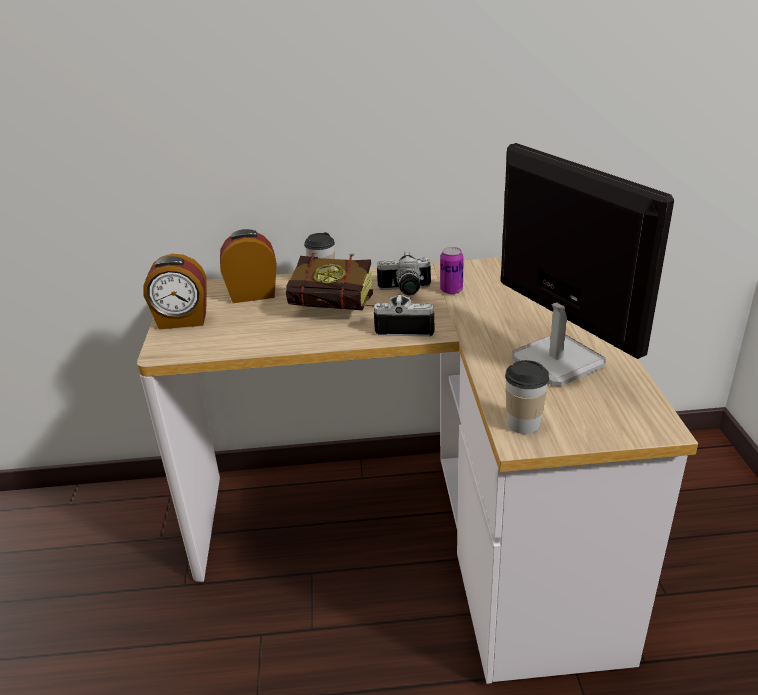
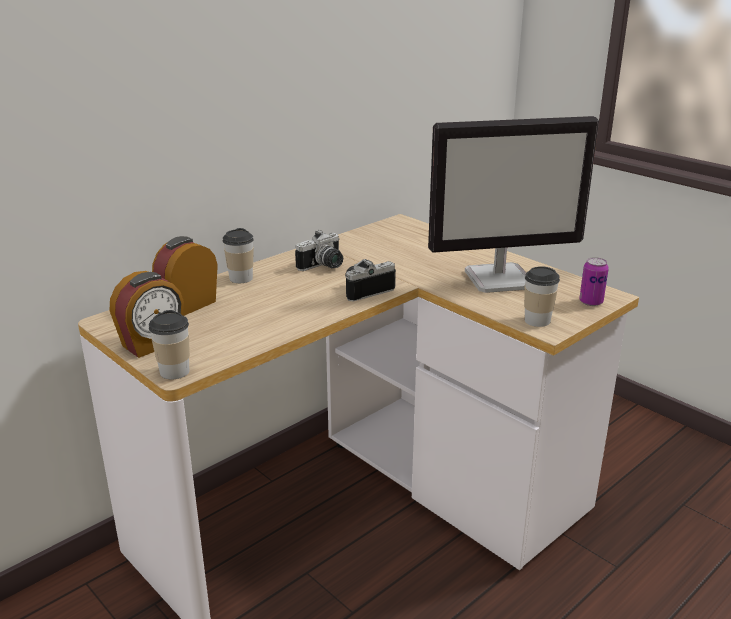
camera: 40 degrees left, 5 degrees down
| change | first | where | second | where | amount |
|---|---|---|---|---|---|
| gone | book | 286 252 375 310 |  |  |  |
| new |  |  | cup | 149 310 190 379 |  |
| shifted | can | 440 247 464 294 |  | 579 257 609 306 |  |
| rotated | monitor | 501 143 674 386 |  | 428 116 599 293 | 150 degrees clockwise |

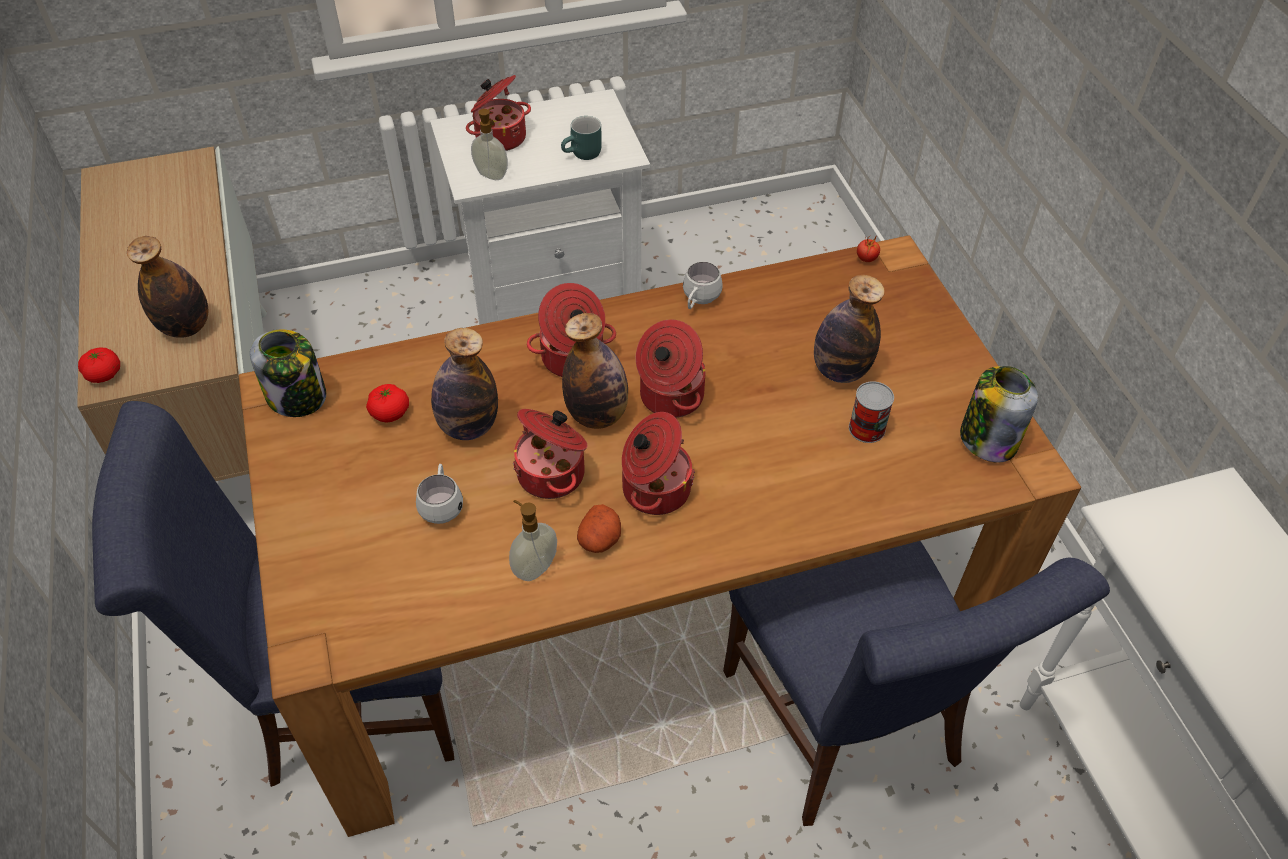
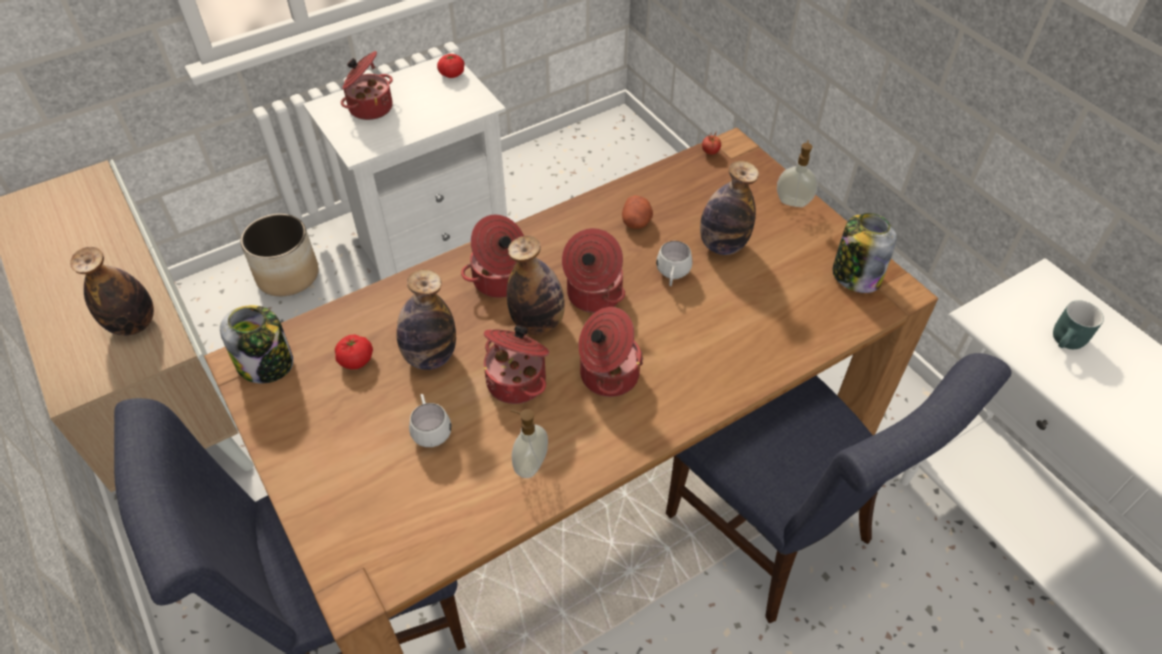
camera: 15 degrees left, 0 degrees up
| change | first | where | second | where | amount |
|---|---|---|---|---|---|
| gone | can | 849 381 894 443 |  |  |  |
| new |  |  | planter | 240 214 319 296 |  |
| shifted | tomato | 78 348 120 383 |  | 437 54 465 78 |  |
| shifted | soap_dispenser | 471 107 508 180 |  | 777 140 818 207 |  |
| shifted | turquoise_mug | 561 116 602 160 |  | 1053 300 1104 349 |  |
| shifted | potato | 577 504 621 553 |  | 622 195 653 229 |  |
| shifted | white_mug | 683 262 723 309 |  | 656 241 692 286 |  |

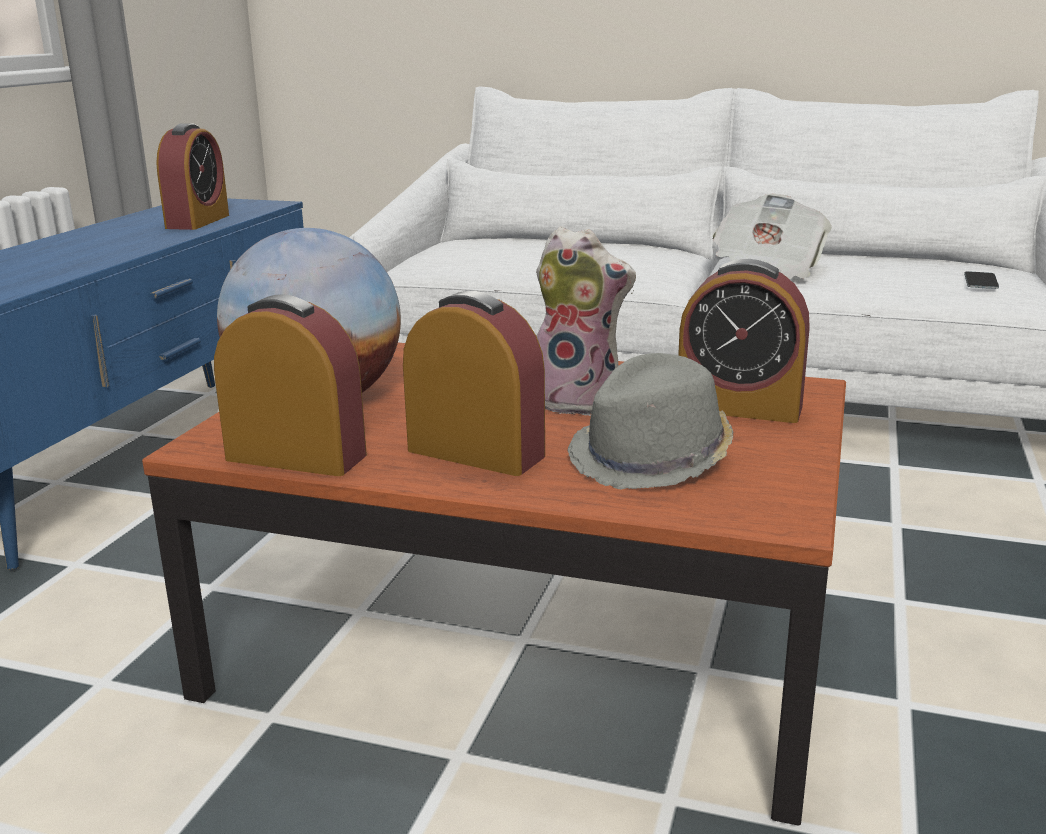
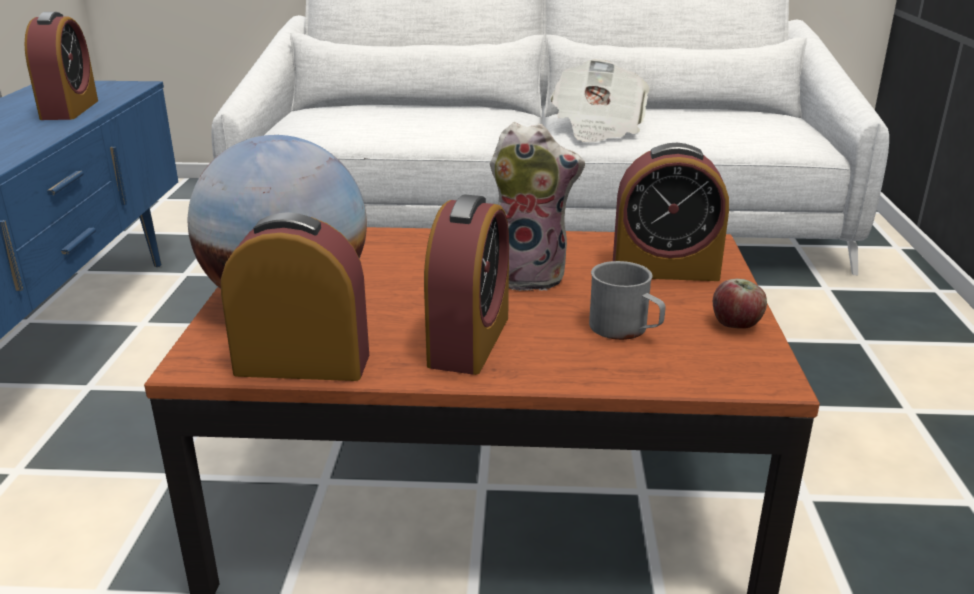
camera: 15 degrees left, 5 degrees up
| change | first | where | second | where | amount |
|---|---|---|---|---|---|
| gone | phone | 964 271 999 289 |  |  |  |
| new |  |  | apple | 713 279 767 329 |  |
| swapped | grey_hat | 567 353 733 489 | grey_mug | 589 261 665 340 |  |
| rotated | alarm_clock | 403 291 545 476 |  | 424 194 509 375 | 90 degrees clockwise |

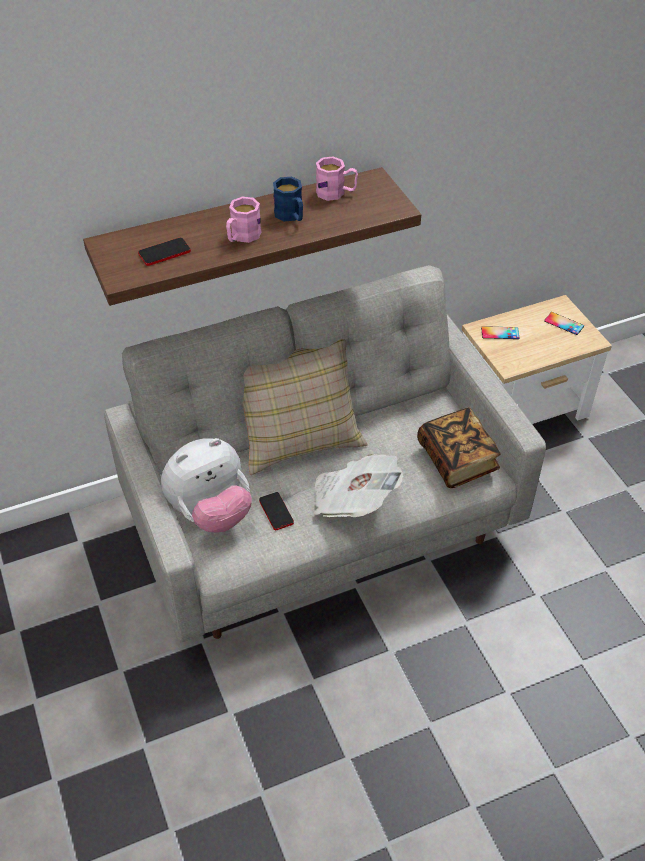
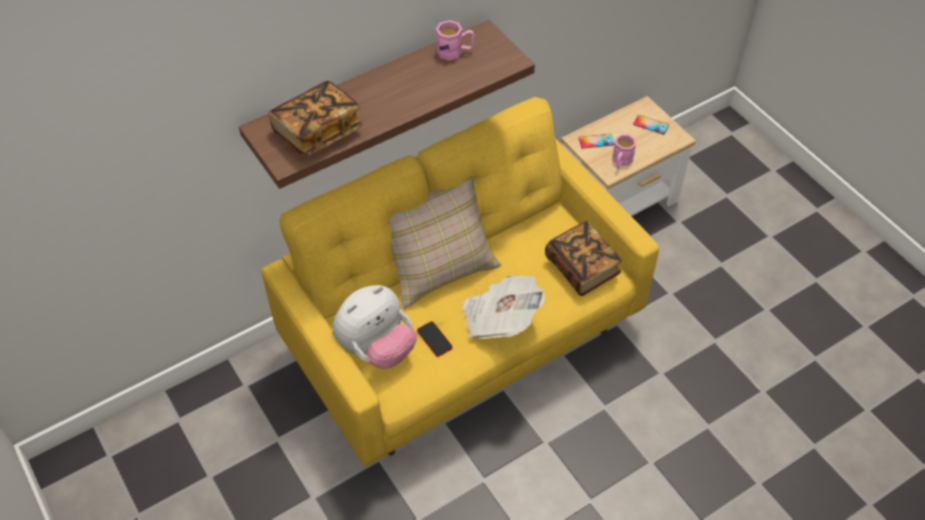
camera: 10 degrees left, 5 degrees up
| change | first | where | second | where | amount |
|---|---|---|---|---|---|
| gone | blue_mug | 273 177 303 221 |  |  |  |
| shifted | pink_mug | 226 197 261 243 |  | 612 134 636 168 |  |
| swapped | phone | 138 238 191 266 | book | 268 81 362 157 |  |
| repainted | grey_sofa | 104 265 546 642 | yellow_sofa | 261 97 659 466 |  |

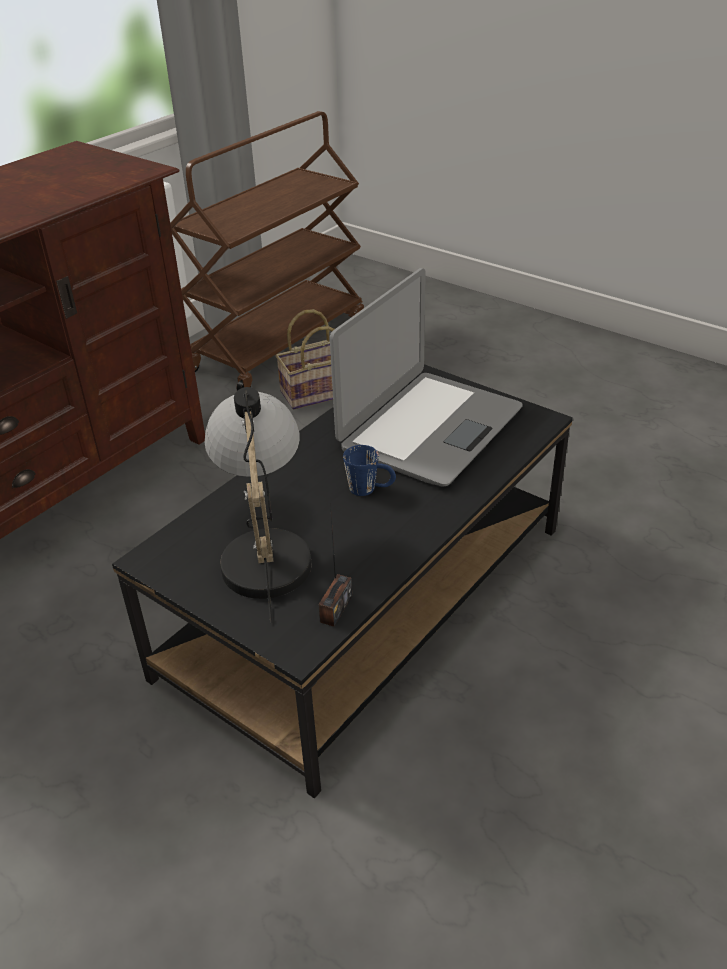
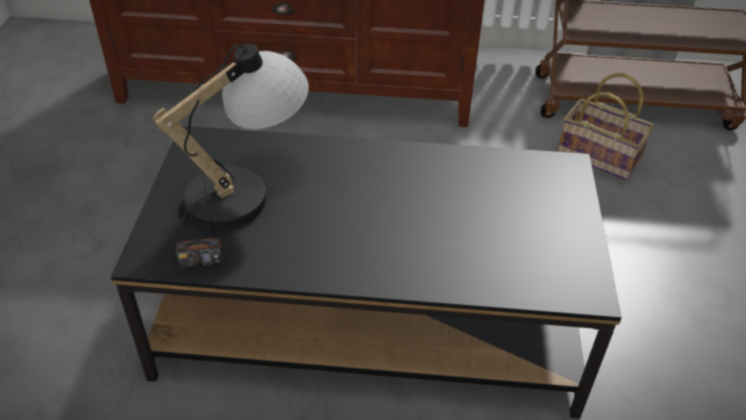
camera: 55 degrees right, 5 degrees up
| change | first | where | second | where | amount |
|---|---|---|---|---|---|
| gone | laptop | 330 268 523 486 |  |  |  |
| gone | blue_mug | 343 445 396 496 |  |  |  |

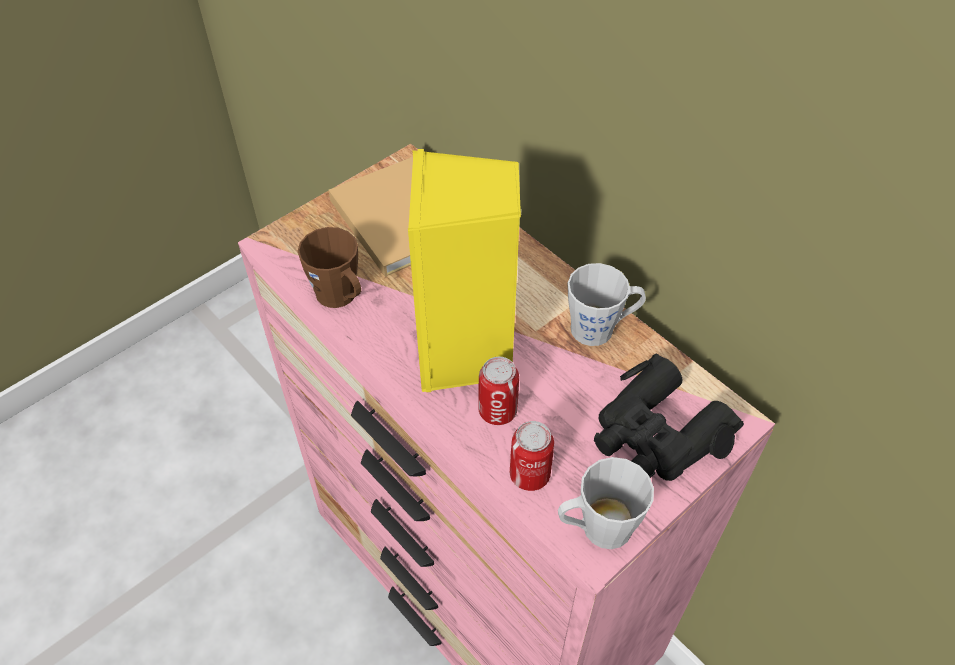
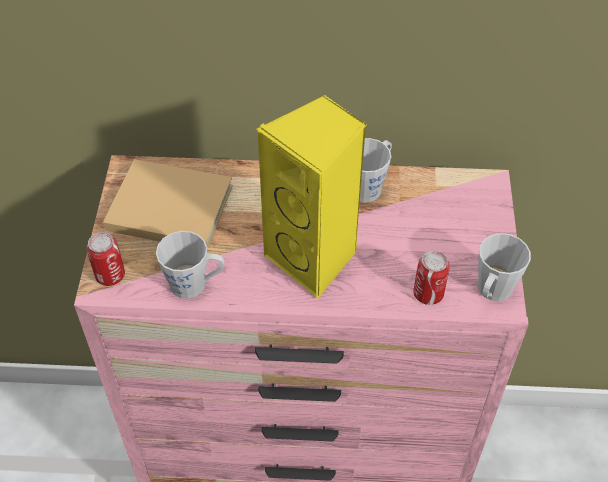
camera: 45 degrees left, 0 degrees up
| change | first | where | second | where | amount |
|---|---|---|---|---|---|
| gone | black_binoculars | 594 353 744 481 |  |  |  |
| shifted | can | 478 357 519 425 |  | 87 232 125 286 |  |
| repainted | brown_mug | 298 227 361 308 | grey_mug | 156 231 224 299 |  |

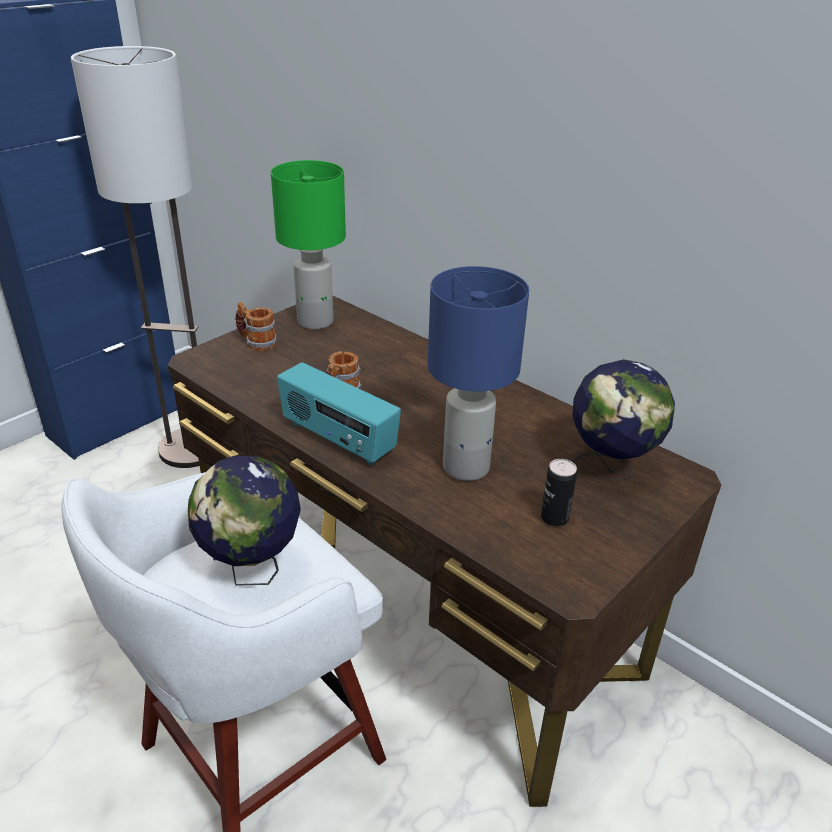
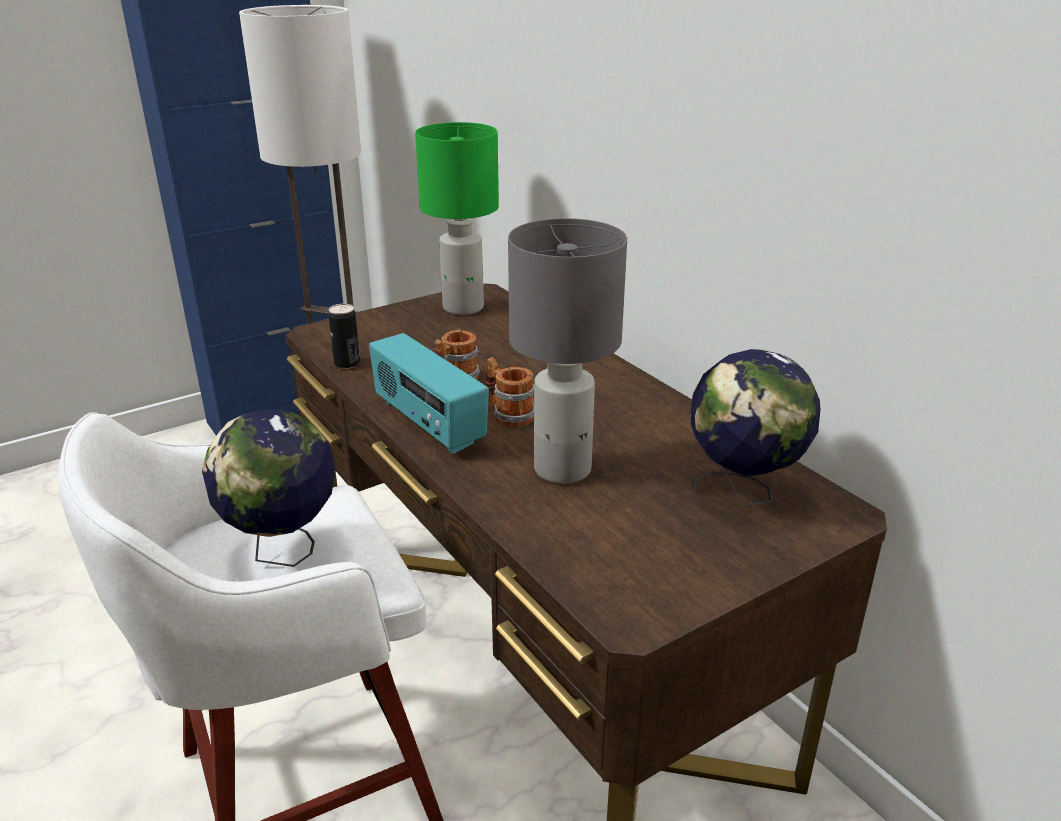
camera: 15 degrees right, 5 degrees down
| change | first | where | second | where | amount |
|---|---|---|---|---|---|
| shifted | mug | 235 302 277 351 |  | 483 357 534 427 |  |
| shifted | can | 541 459 577 526 |  | 328 304 360 369 |  |
| repainted | blue_table_lamp | 428 266 529 481 | grey_table_lamp | 508 218 627 484 |  |

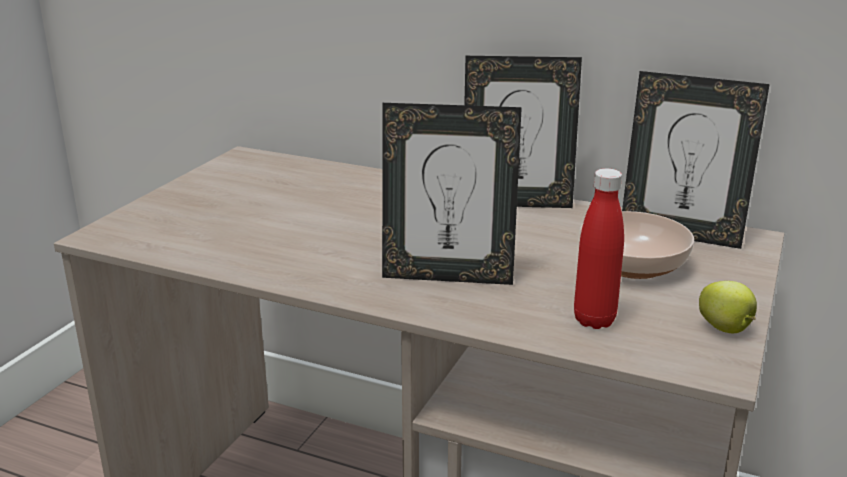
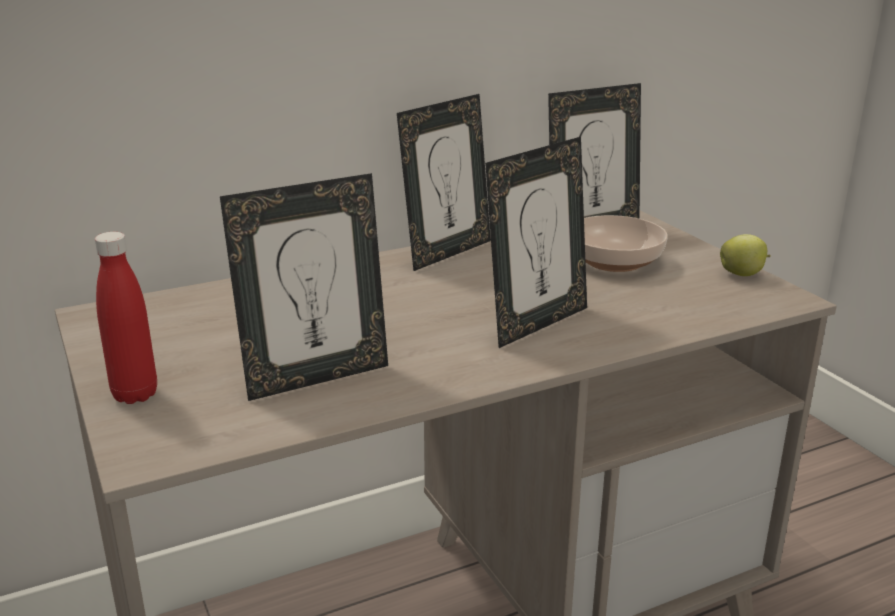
camera: 50 degrees left, 0 degrees up
| change | first | where | second | where | amount |
|---|---|---|---|---|---|
| new |  |  | picture_frame | 220 173 388 401 |  |
| shifted | red_bottle | 574 168 624 329 |  | 95 232 157 404 |  |

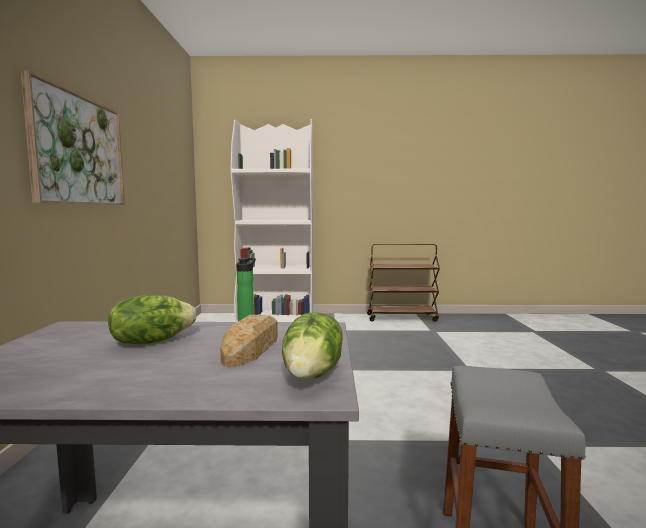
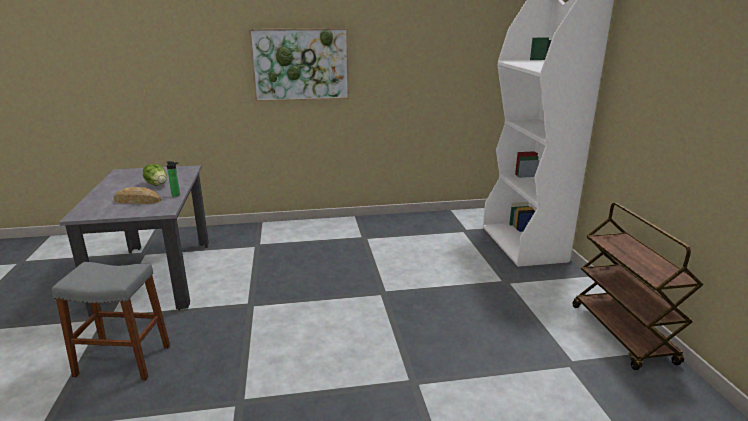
camera: 80 degrees right, 15 degrees up
| change | first | where | second | where | amount |
|---|---|---|---|---|---|
| gone | lettuce | 282 312 343 380 |  |  |  |

